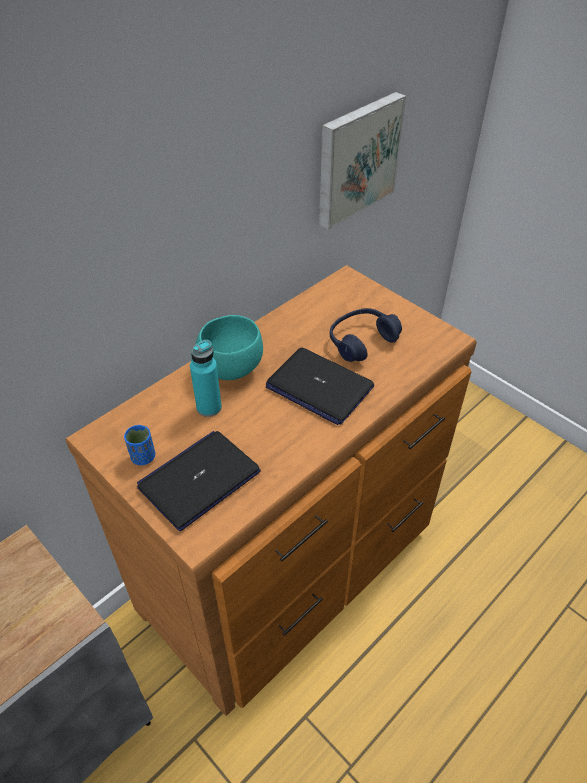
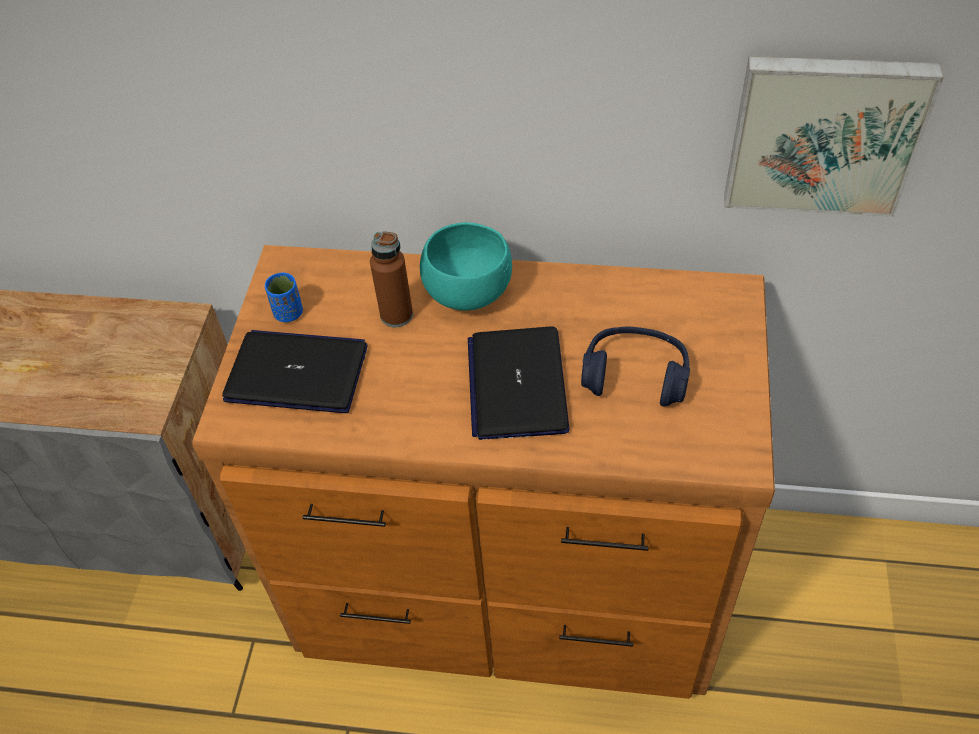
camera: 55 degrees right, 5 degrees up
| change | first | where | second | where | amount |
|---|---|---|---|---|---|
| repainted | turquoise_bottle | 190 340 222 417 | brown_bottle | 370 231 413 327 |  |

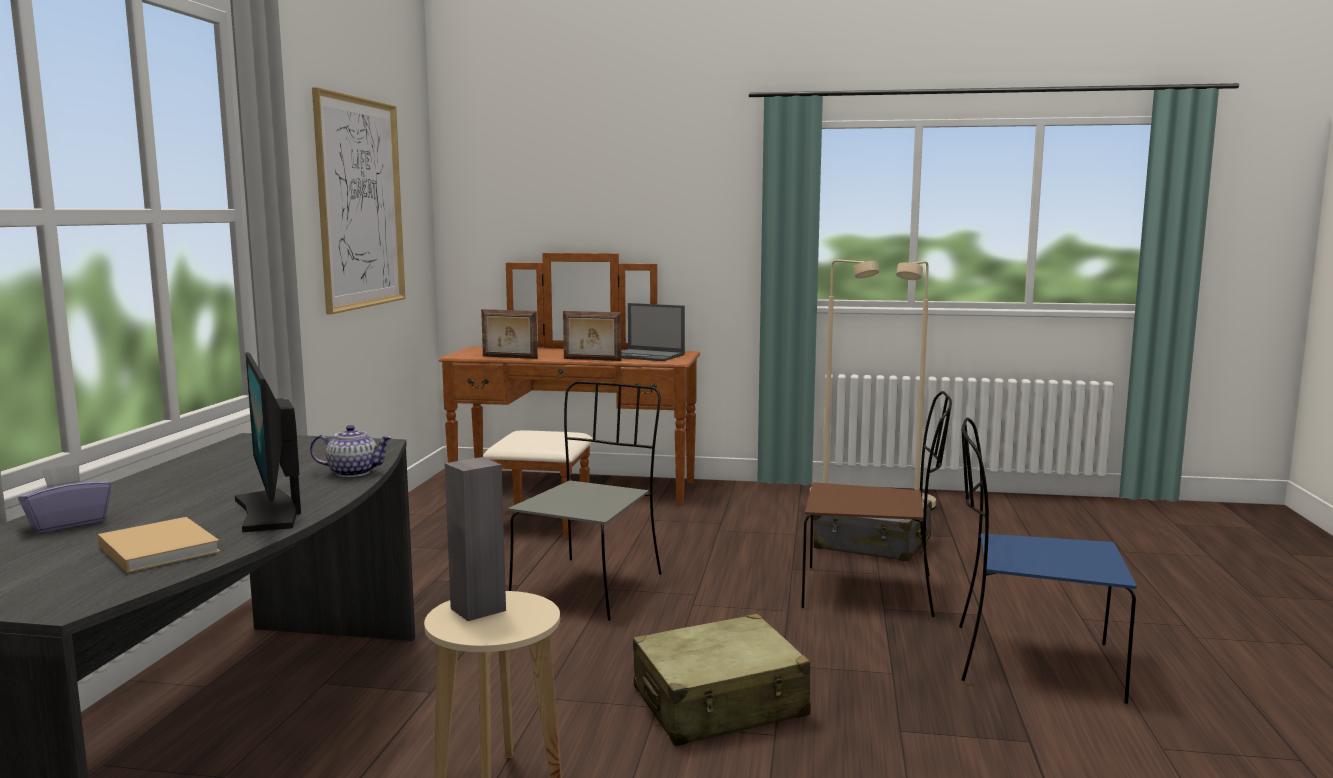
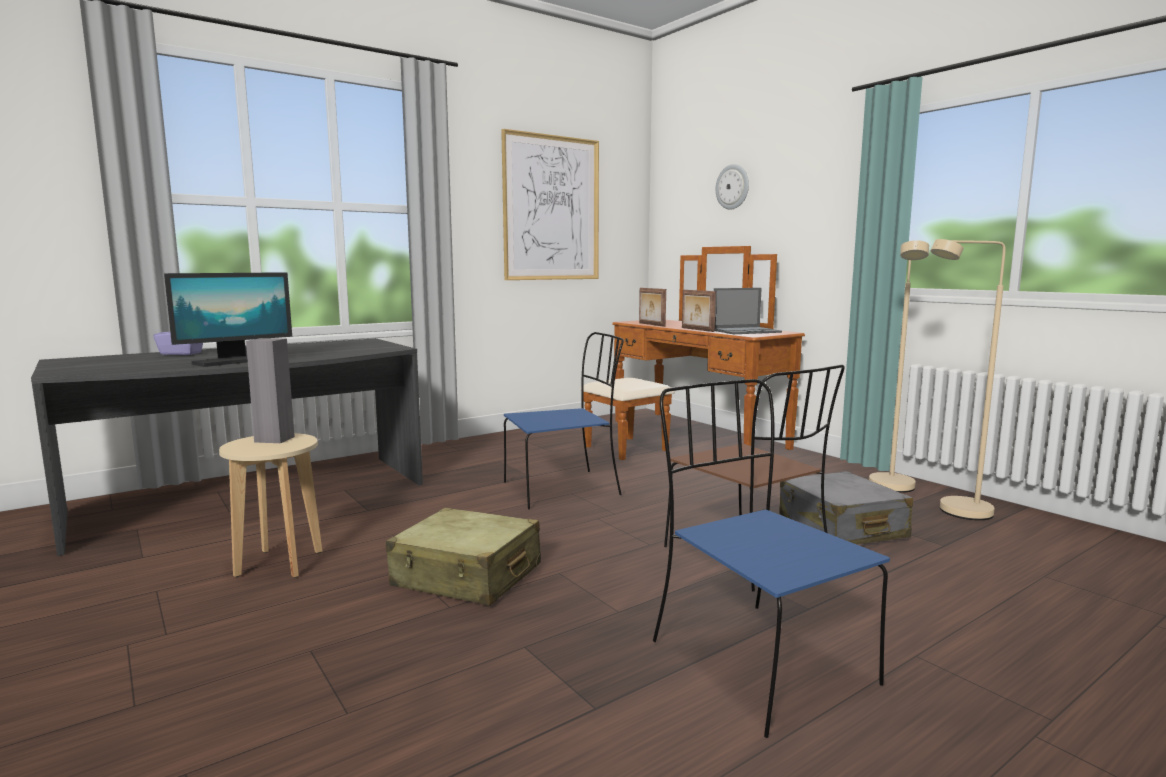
camera: 45 degrees right, 0 degrees up
| change | first | where | second | where | amount |
|---|---|---|---|---|---|
| gone | beige_book | 98 517 220 573 |  |  |  |
| gone | teapot | 310 425 393 477 |  |  |  |
| new |  |  | wall_clock | 716 164 749 210 |  |
| repainted | grey_chair | 508 381 662 620 | blue_chair | 504 332 624 510 |  |
| rotated | monitor | 234 352 301 532 |  | 164 272 292 367 | 150 degrees counterclockwise |
| rotated | laptop | 621 303 685 361 |  | 714 288 782 334 | 90 degrees counterclockwise |

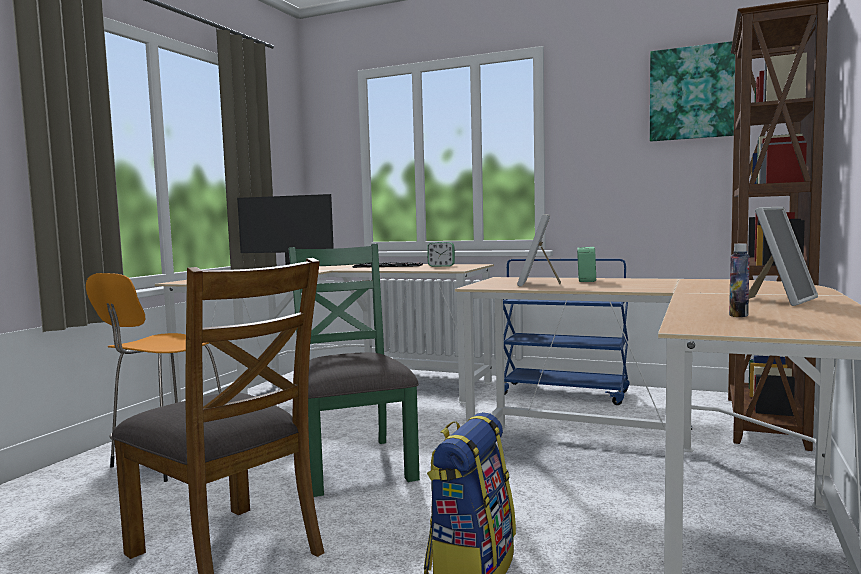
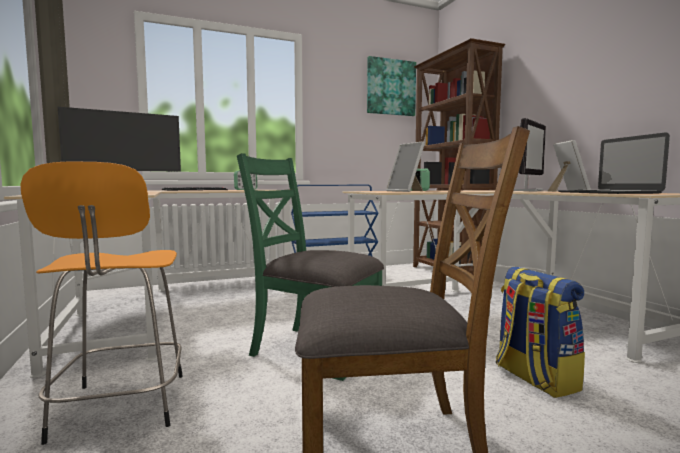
camera: 45 degrees left, 0 degrees up
| change | first | where | second | where | amount |
|---|---|---|---|---|---|
| new |  |  | monitor | 513 118 546 191 |  |
| swapped | bottle | 729 244 750 317 | laptop | 558 132 670 194 |  |

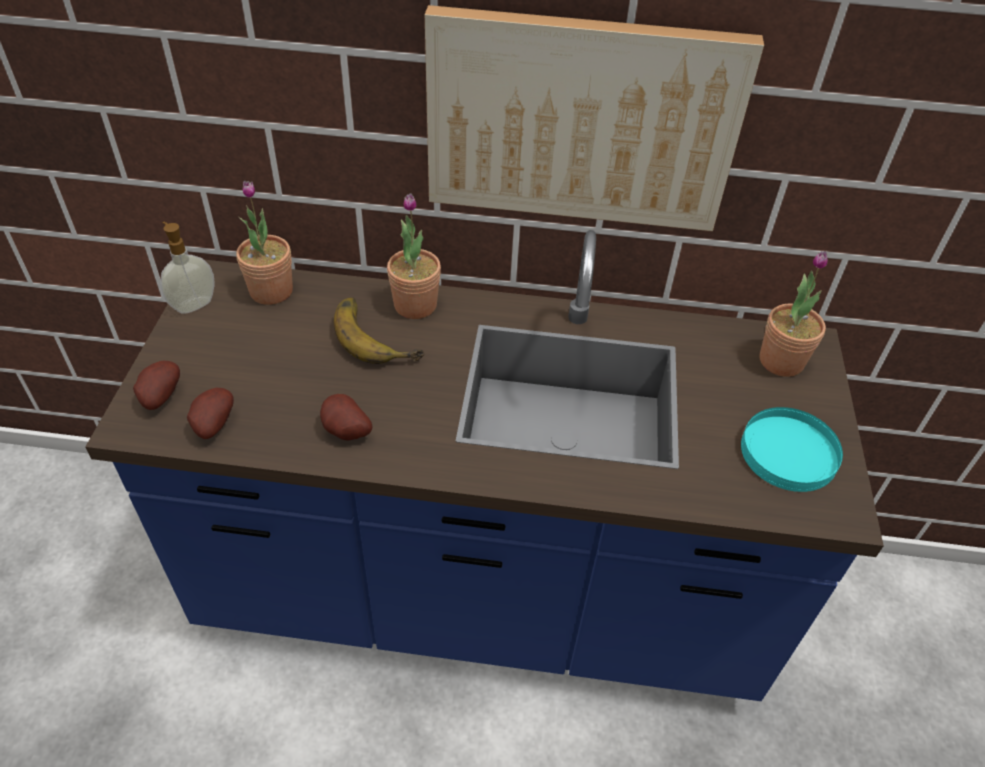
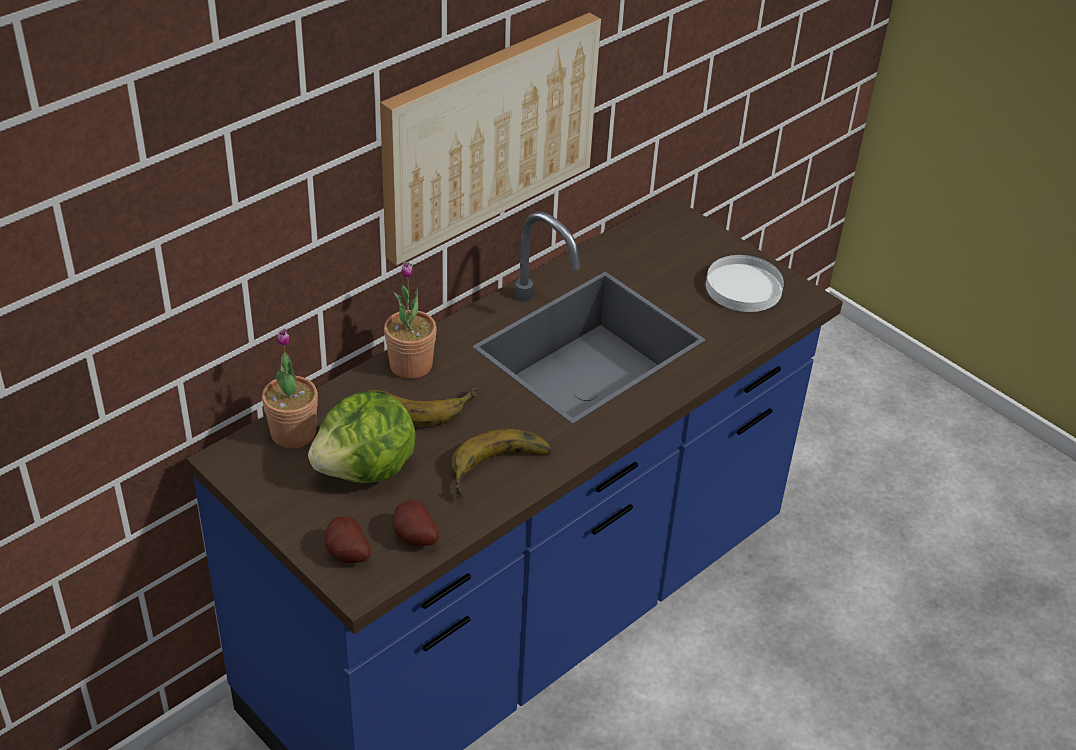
camera: 50 degrees left, 5 degrees down
| change | first | where | second | where | amount |
|---|---|---|---|---|---|
| gone | soap_dispenser | 160 222 215 314 |  |  |  |
| gone | potted_plant | 759 251 828 377 |  |  |  |
| new |  |  | lettuce | 308 392 416 483 |  |
| swapped | potato | 320 394 372 441 | banana | 451 429 552 499 |  |
| repainted | turquoise_plate | 741 407 843 492 | white_plate | 706 255 784 312 |  |

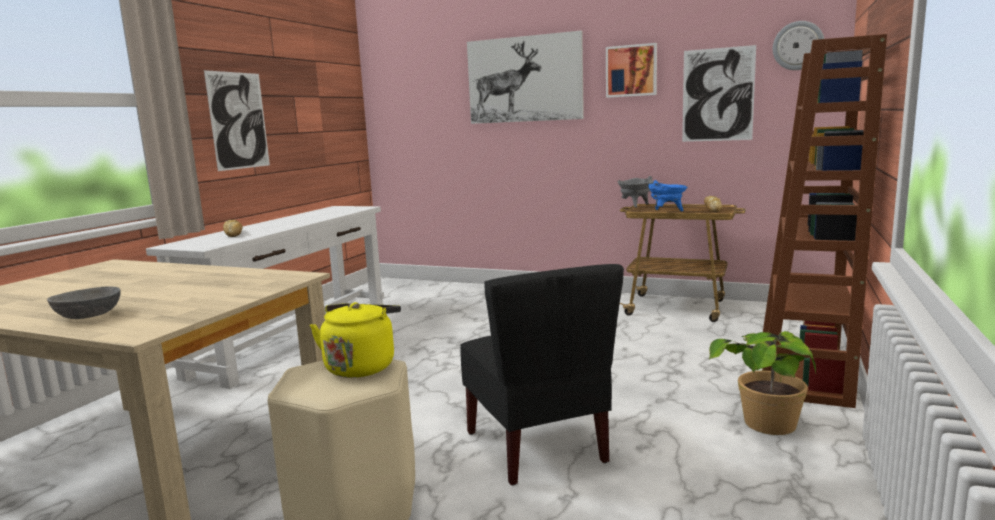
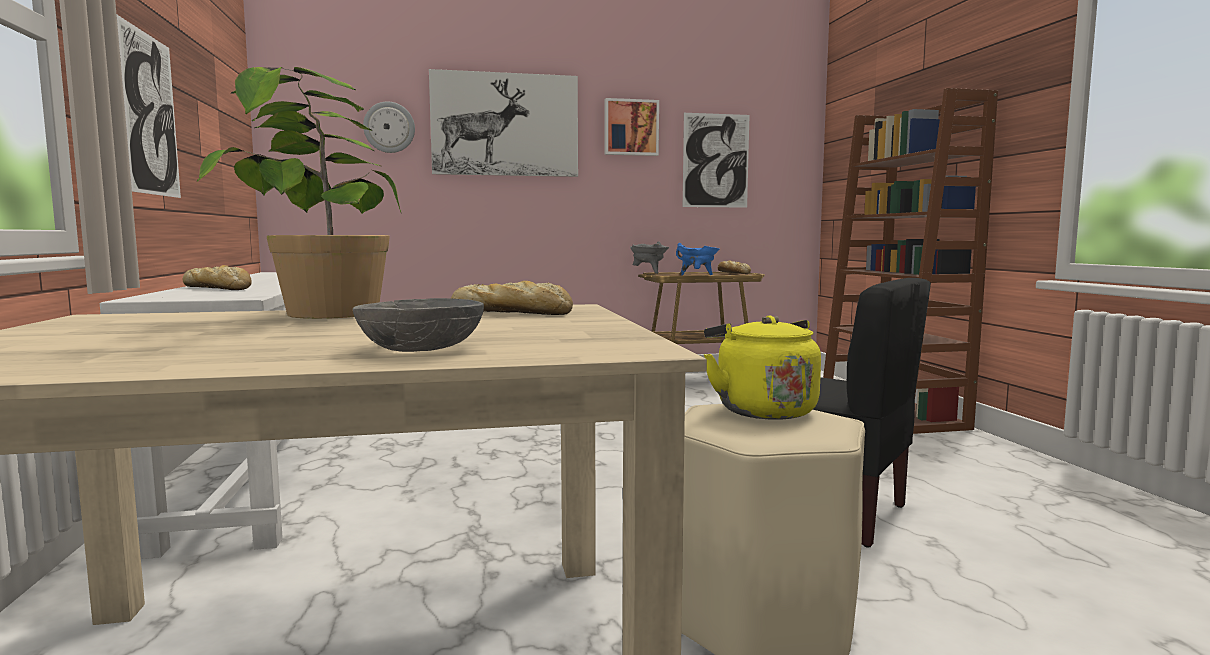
camera: 35 degrees left, 5 degrees down
| change | first | where | second | where | amount |
|---|---|---|---|---|---|
| new |  |  | bread | 451 281 573 315 |  |
| shifted | potted_plant | 709 331 816 435 |  | 197 67 401 319 |  |
| shifted | wall_clock | 773 21 824 70 |  | 363 101 415 153 |  |

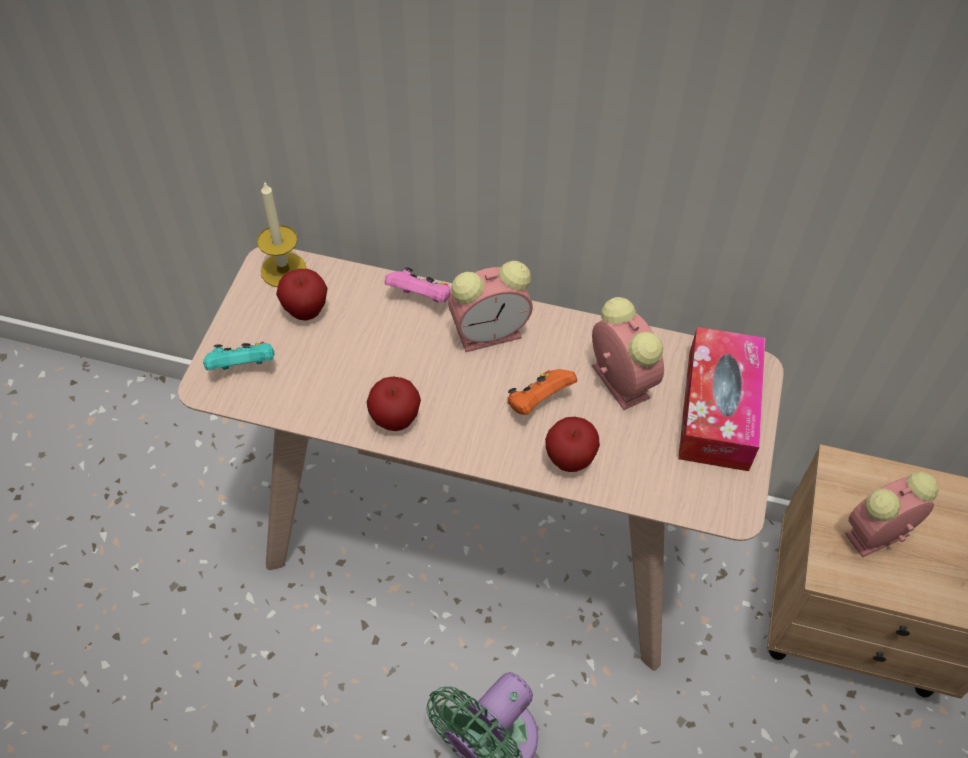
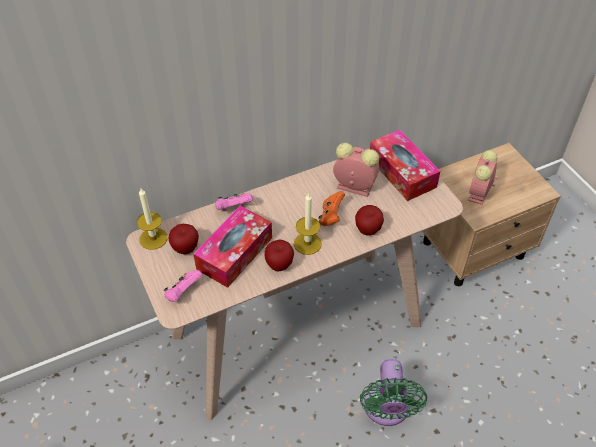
camera: 40 degrees left, 5 degrees down
| change | first | where | second | where | amount |
|---|---|---|---|---|---|
| gone | alarm_clock | 448 261 533 352 |  |  |  |
| new |  |  | tissue_box | 194 206 272 288 |  |
| new |  |  | candle | 294 193 322 255 |  |
| repainted | turquoise_game_controller | 203 342 274 370 | pink_game_controller | 163 270 203 302 |  |

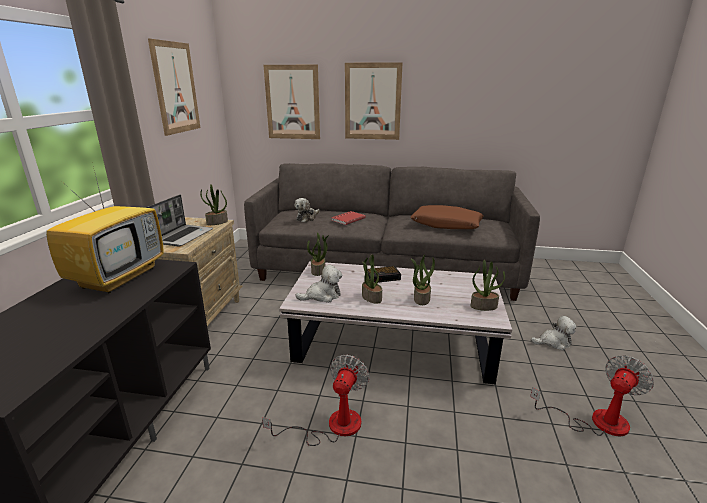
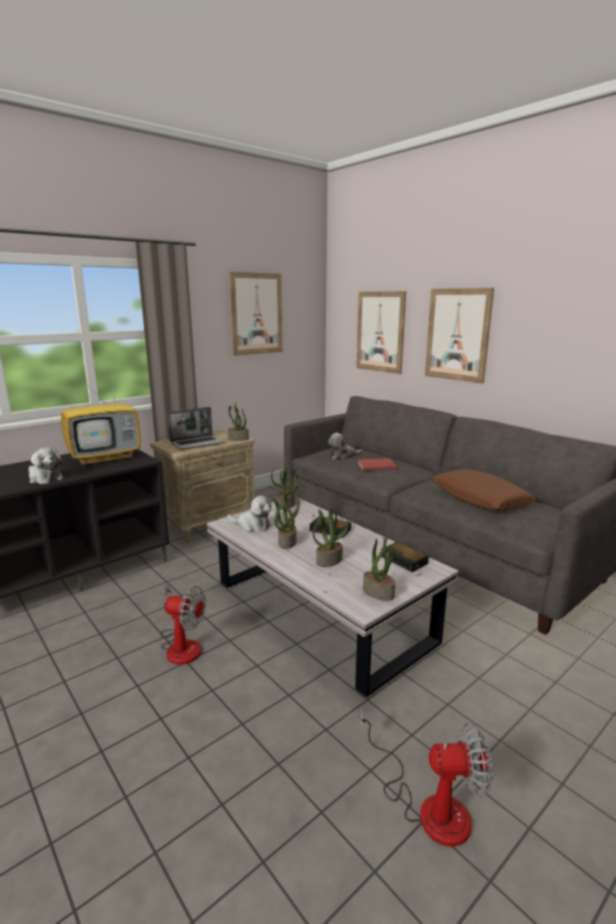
camera: 40 degrees right, 5 degrees down
| change | first | where | second | where | amount |
|---|---|---|---|---|---|
| new |  |  | alarm_clock | 381 542 429 572 |  |
| shifted | plush_toy | 531 316 576 350 |  | 29 447 64 484 |  |
| rotated | fan | 262 355 370 446 |  | 160 582 206 665 | 45 degrees clockwise |

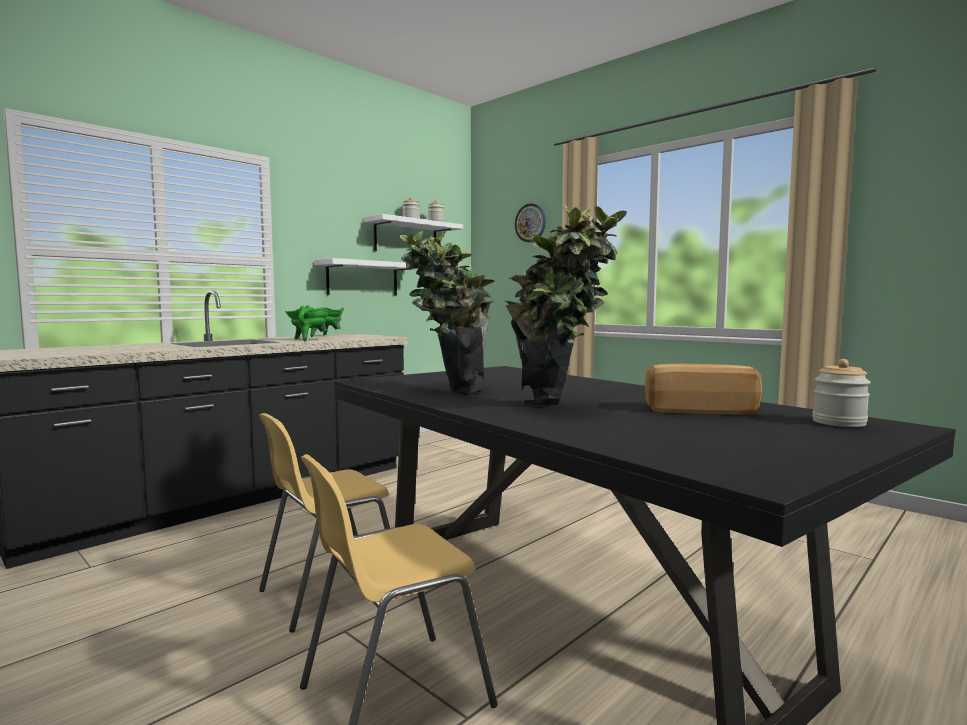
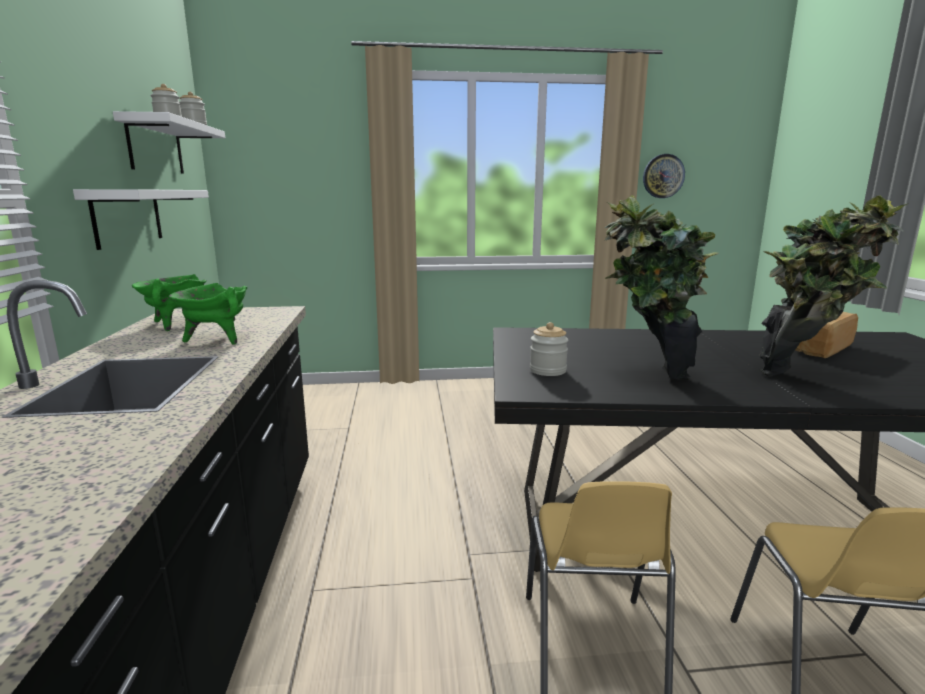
camera: 50 degrees left, 10 degrees up
| change | first | where | second | where | amount |
|---|---|---|---|---|---|
| shifted | wall_clock | 515 203 546 242 |  | 643 154 685 198 |  |
| shifted | jar | 812 359 871 427 |  | 530 322 568 376 |  |

